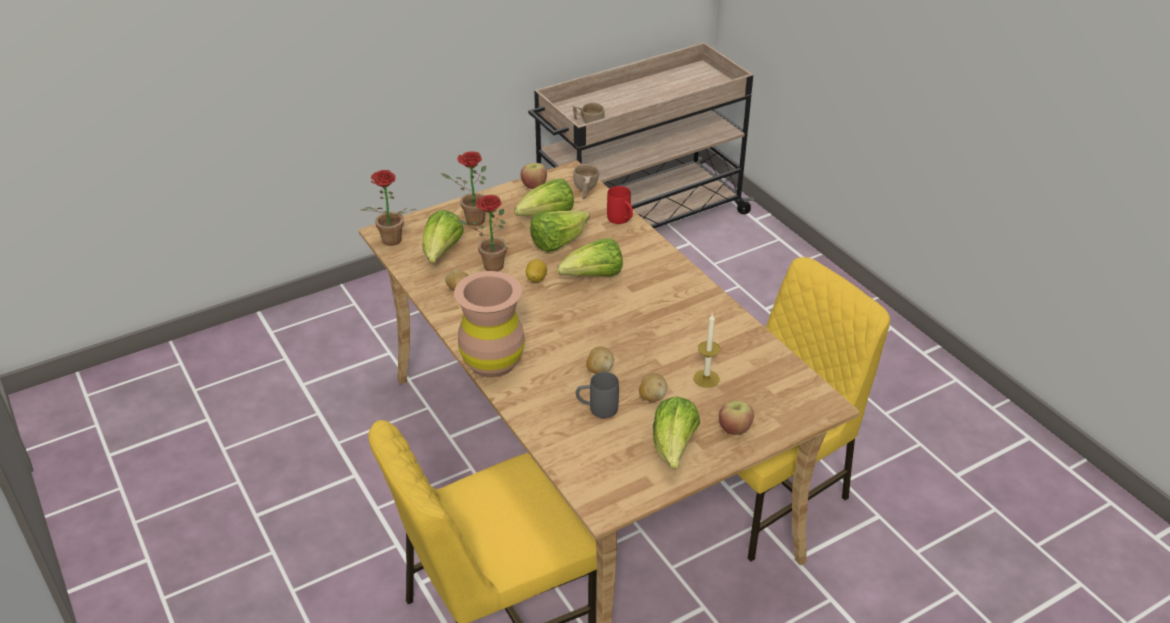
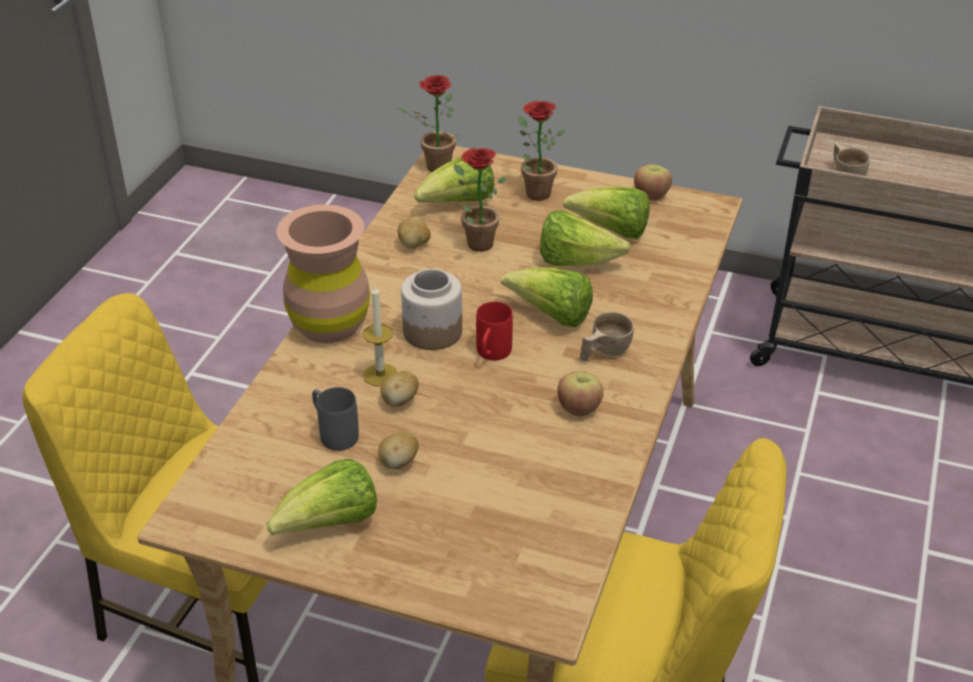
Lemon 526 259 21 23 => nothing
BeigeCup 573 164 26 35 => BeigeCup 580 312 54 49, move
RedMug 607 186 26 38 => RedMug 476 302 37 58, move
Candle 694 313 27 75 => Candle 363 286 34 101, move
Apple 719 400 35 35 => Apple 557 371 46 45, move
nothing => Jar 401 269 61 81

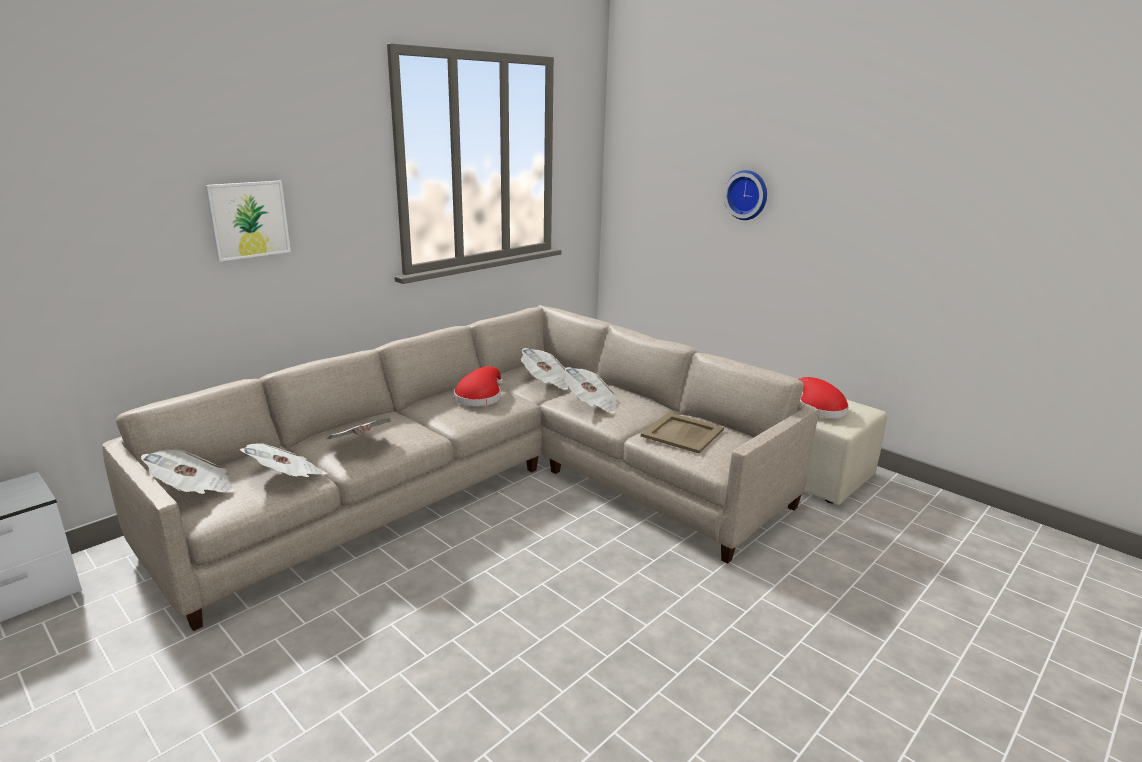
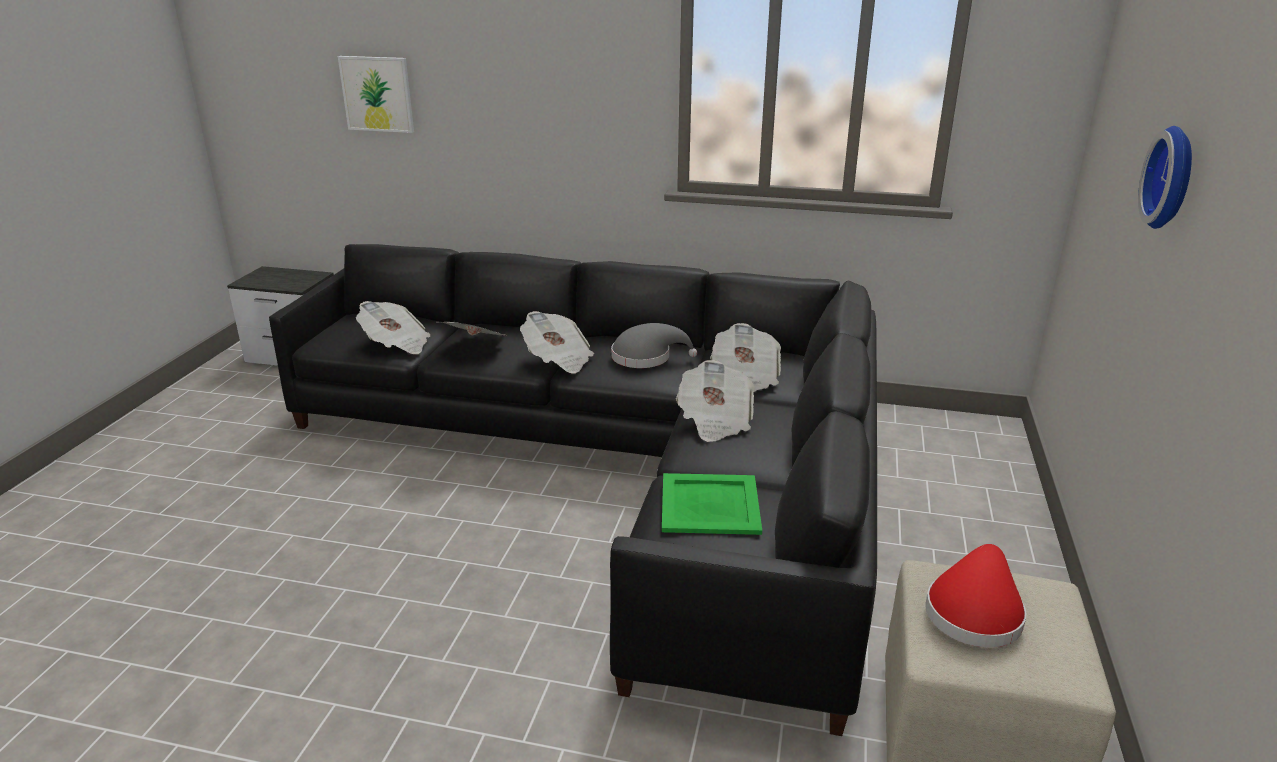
BeigeSofa 102 305 716 326 => BlackSofa 269 244 608 492
Newspaper 141 449 94 45 => Newspaper 520 311 74 63, move
Picture 205 180 86 82 => Picture 338 56 76 77, move
RedHat 454 366 49 40 => GreyHat 611 323 86 45
BeigeTray 641 412 83 42 => GreenTray 662 473 100 62

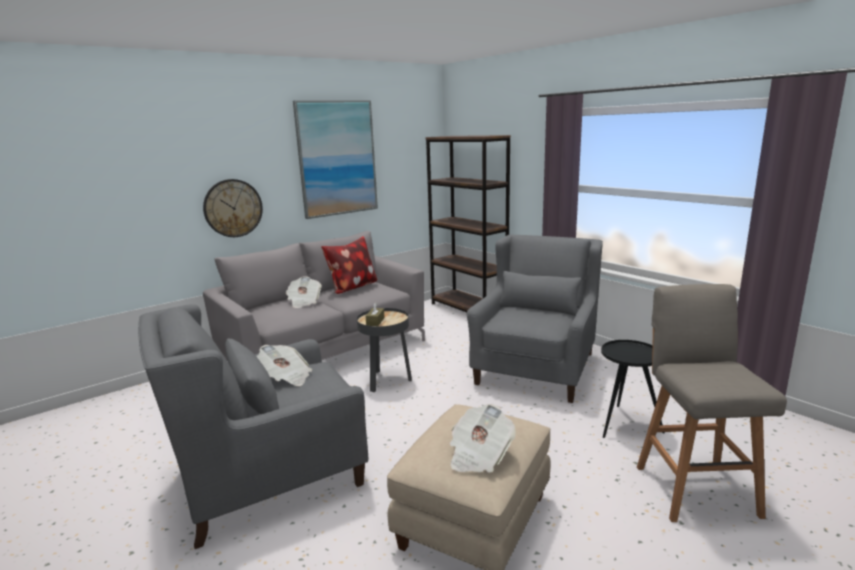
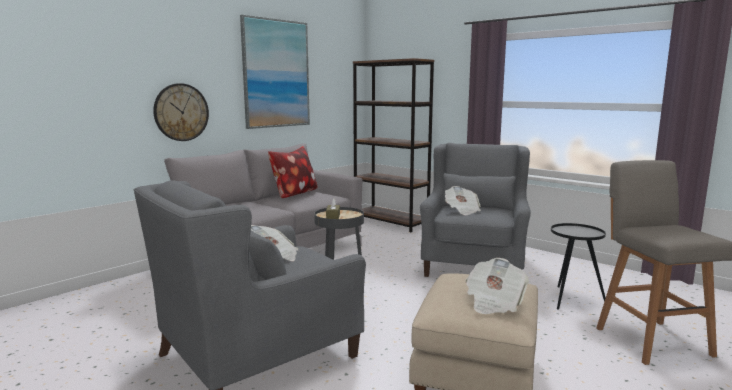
Newspaper 286 277 36 31 => Newspaper 445 186 36 29, move

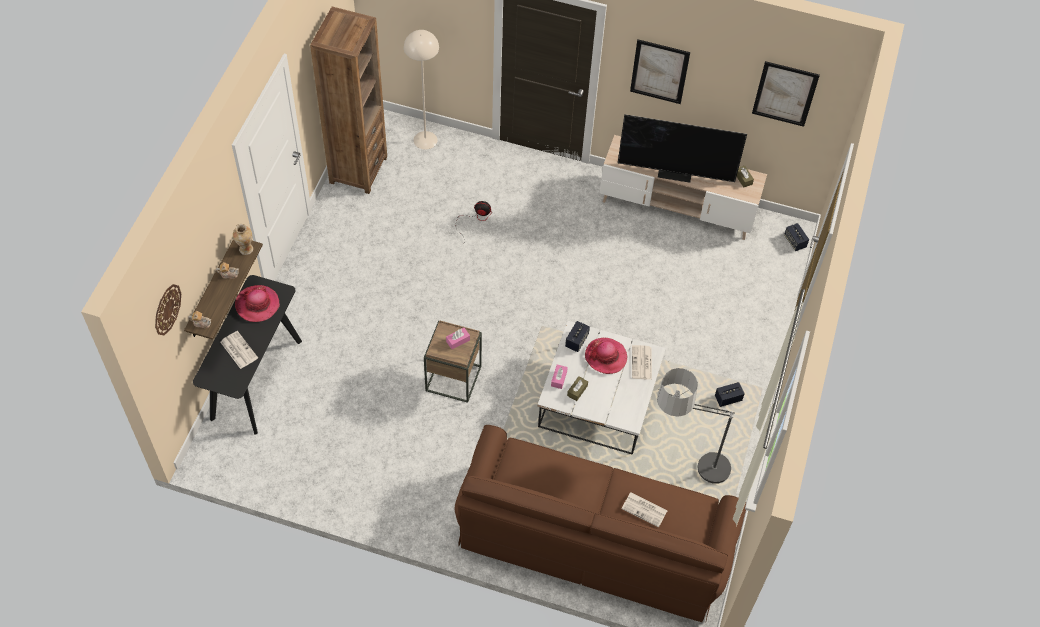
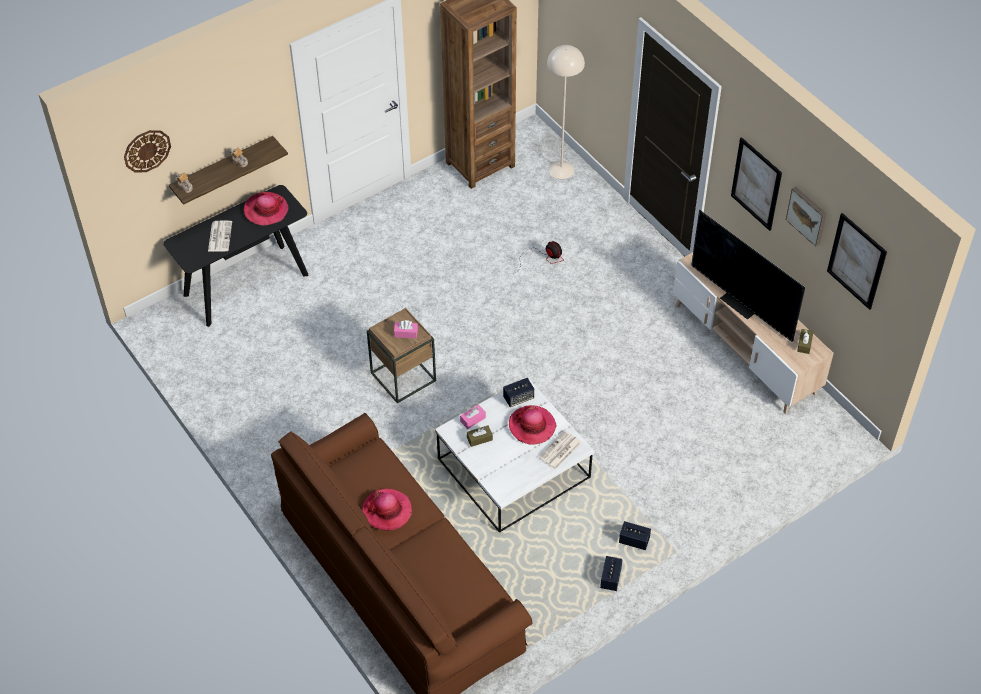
Vase 233 224 20 31 => nothing
Newspaper 622 493 46 34 => nothing
FloorLamp 657 368 78 116 => nothing
Speaker 784 223 25 28 => Speaker 600 556 23 35, move
nothing => Hat 362 488 50 43
nothing => Picture 786 187 41 60

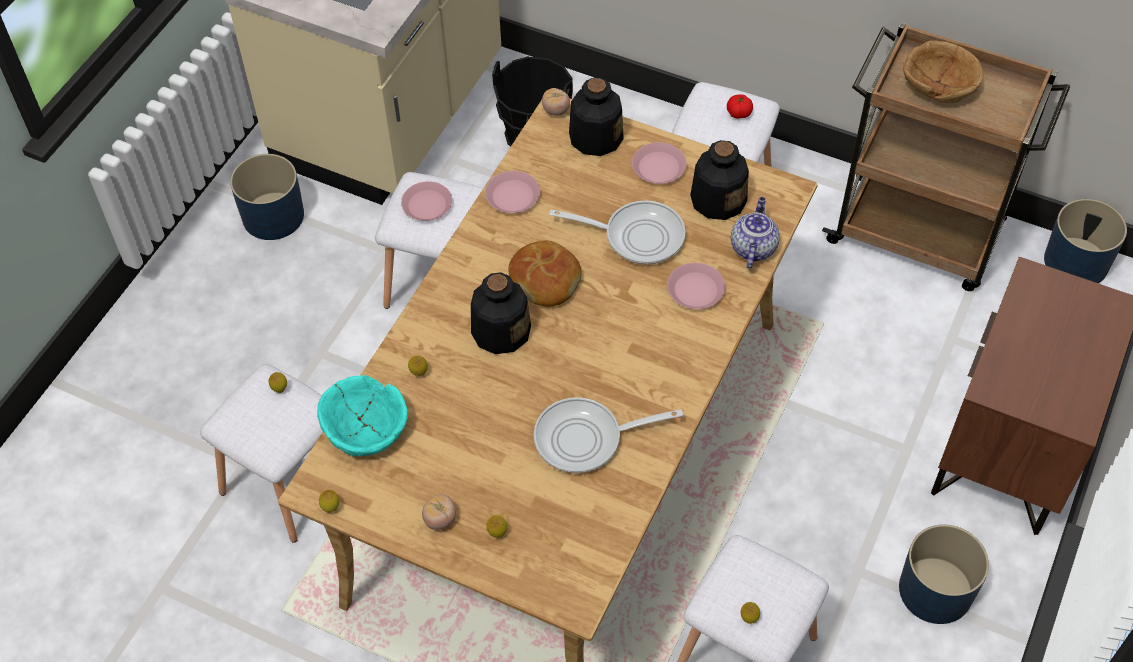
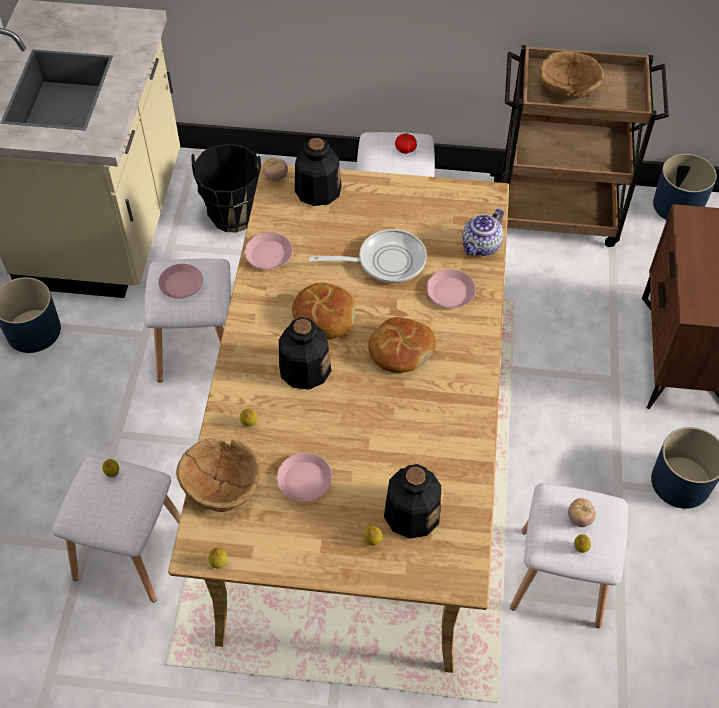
TurquoiseBowl 317 375 91 81 => BrownBowl 176 438 85 74
Tomato 422 494 34 36 => Tomato 568 498 28 29, move
FryingPan 534 397 149 76 => nothing
PinkPlate 632 142 55 42 => PinkPlate 277 453 55 49, move
Bottle 690 140 59 80 => Bottle 384 464 57 75, move
Teapot 731 197 49 71 => Teapot 462 208 42 48, 135 degrees counterclockwise
nothing => Bread 368 317 68 56

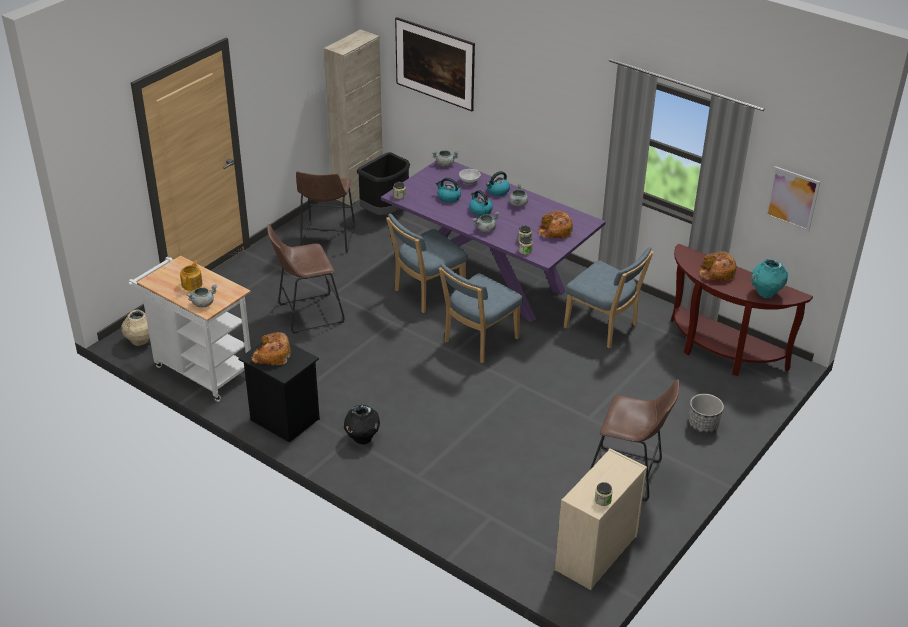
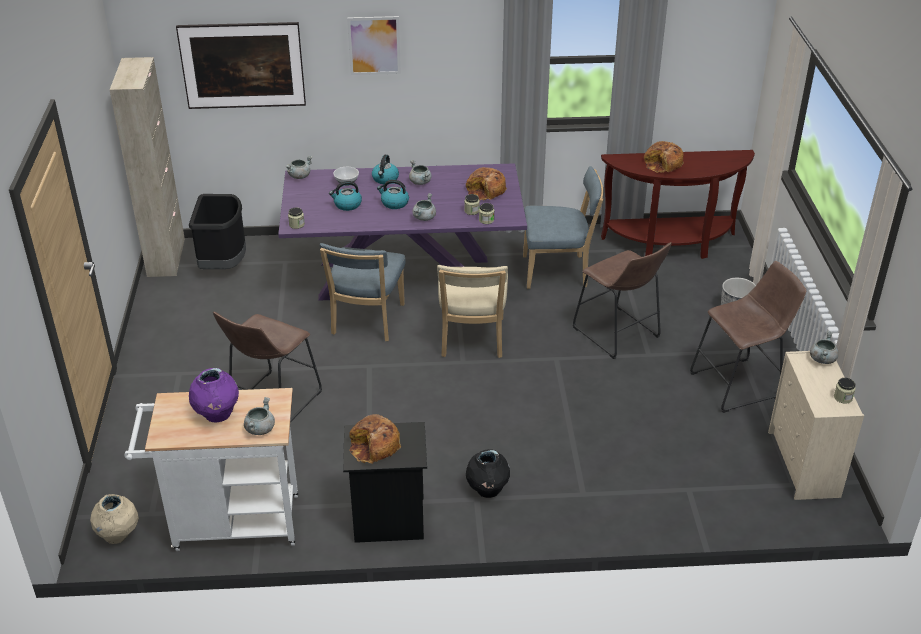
Teapot 180 261 23 30 => PurpleVase 189 368 50 54
BrownStool 296 171 59 82 => BrownStool 573 242 99 117, move
BlueChair 439 263 84 100 => BeigeChair 437 265 71 93
TurquoiseVase 751 259 37 39 => nothing
Picture 765 166 55 66 => Picture 347 16 54 59, move
nothing => GreyCookingPot 810 331 29 33

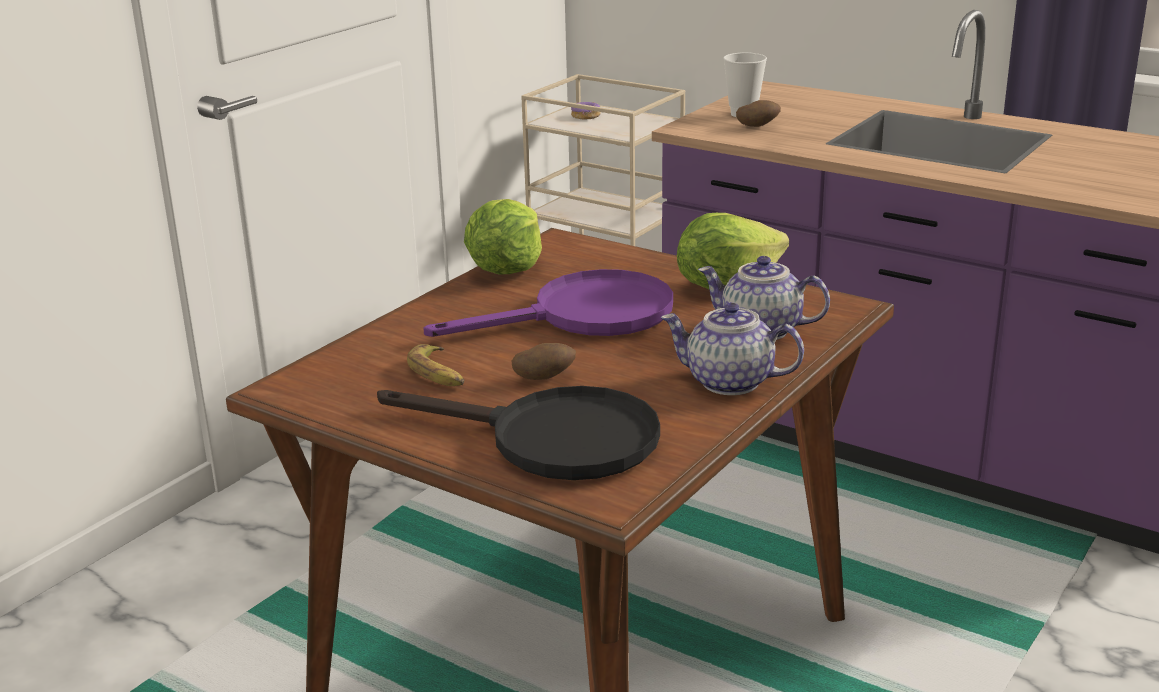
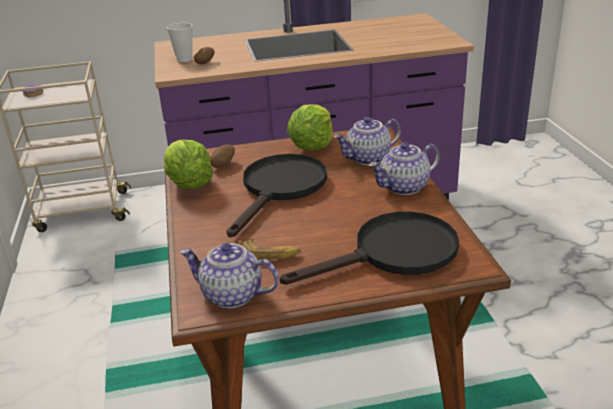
PurpleFryingPan 423 269 250 68 => BlackFryingPan 226 154 101 83
Potato 512 343 64 37 => Potato 210 144 25 24, move
nothing => Teapot 180 243 99 65

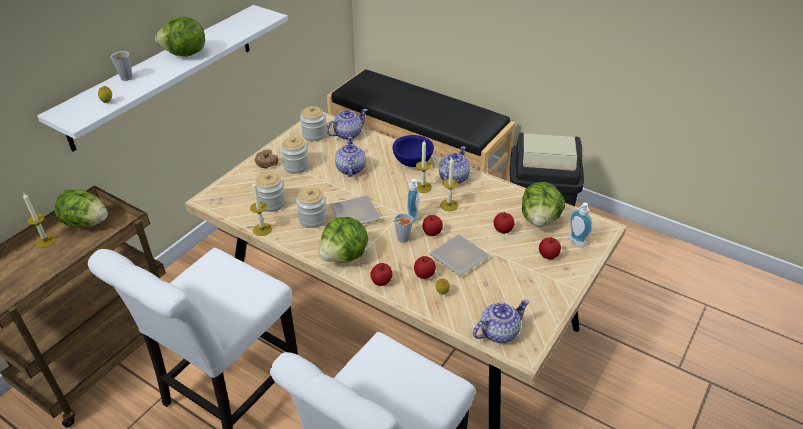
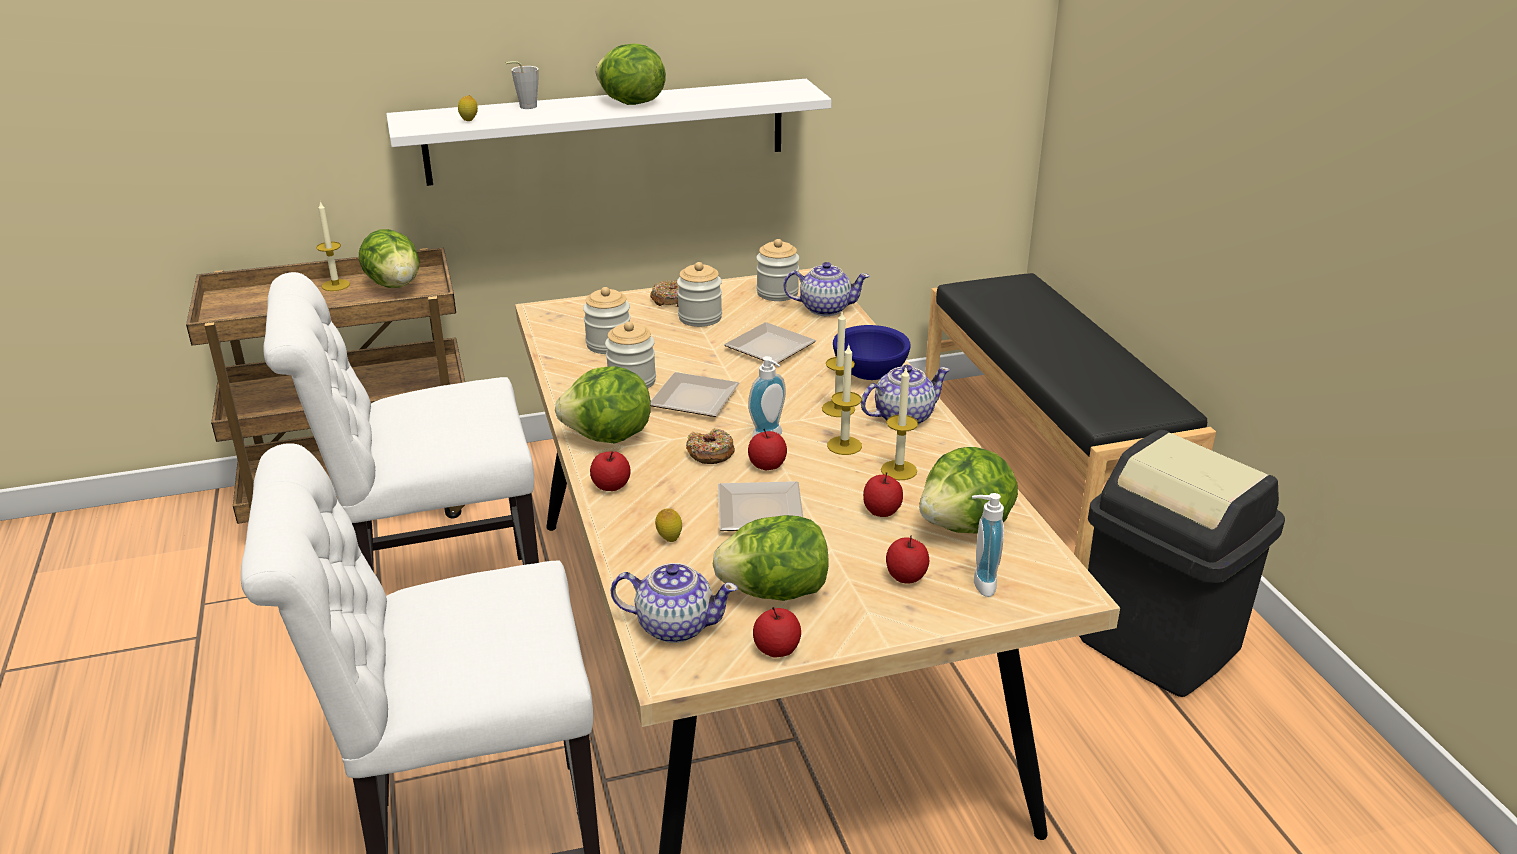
Candle 250 182 22 54 => Candle 881 368 37 112, move
Teapot 335 137 31 40 => Plate 724 322 92 43
GreyCup 392 213 21 30 => Donut 686 428 49 36
Apple 414 256 22 23 => Apple 753 607 48 51, move
nothing => Lettuce 713 515 116 86

